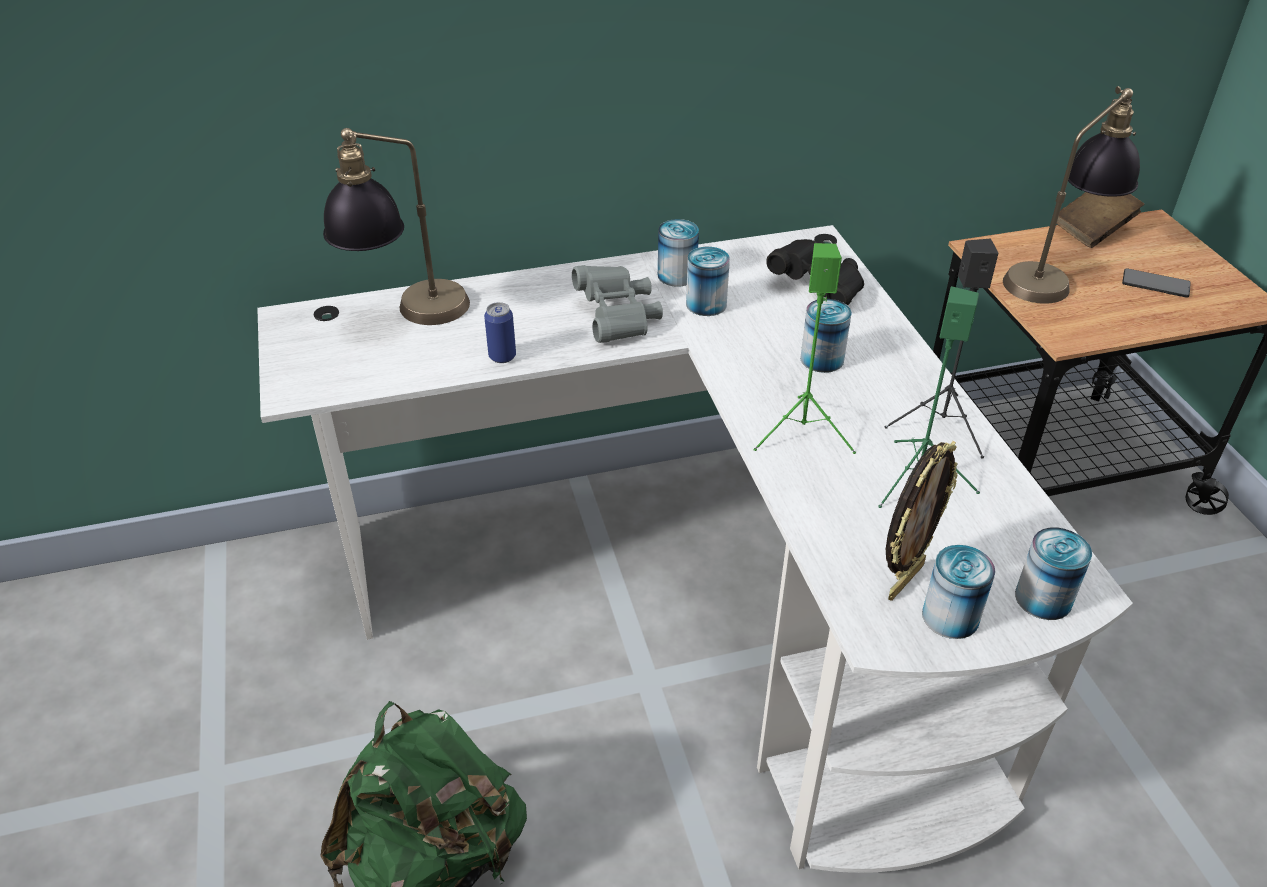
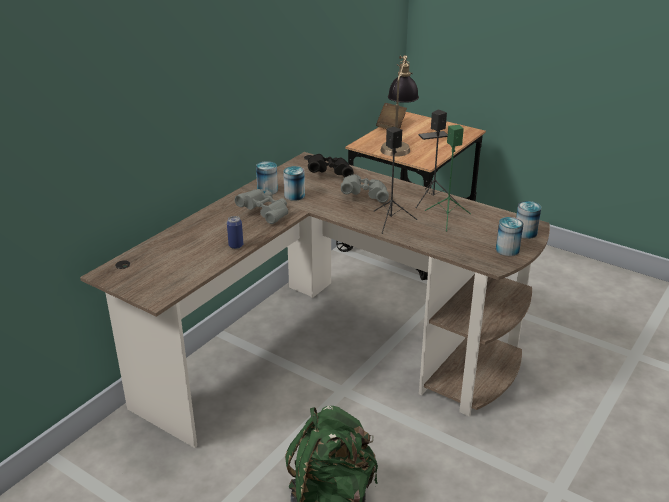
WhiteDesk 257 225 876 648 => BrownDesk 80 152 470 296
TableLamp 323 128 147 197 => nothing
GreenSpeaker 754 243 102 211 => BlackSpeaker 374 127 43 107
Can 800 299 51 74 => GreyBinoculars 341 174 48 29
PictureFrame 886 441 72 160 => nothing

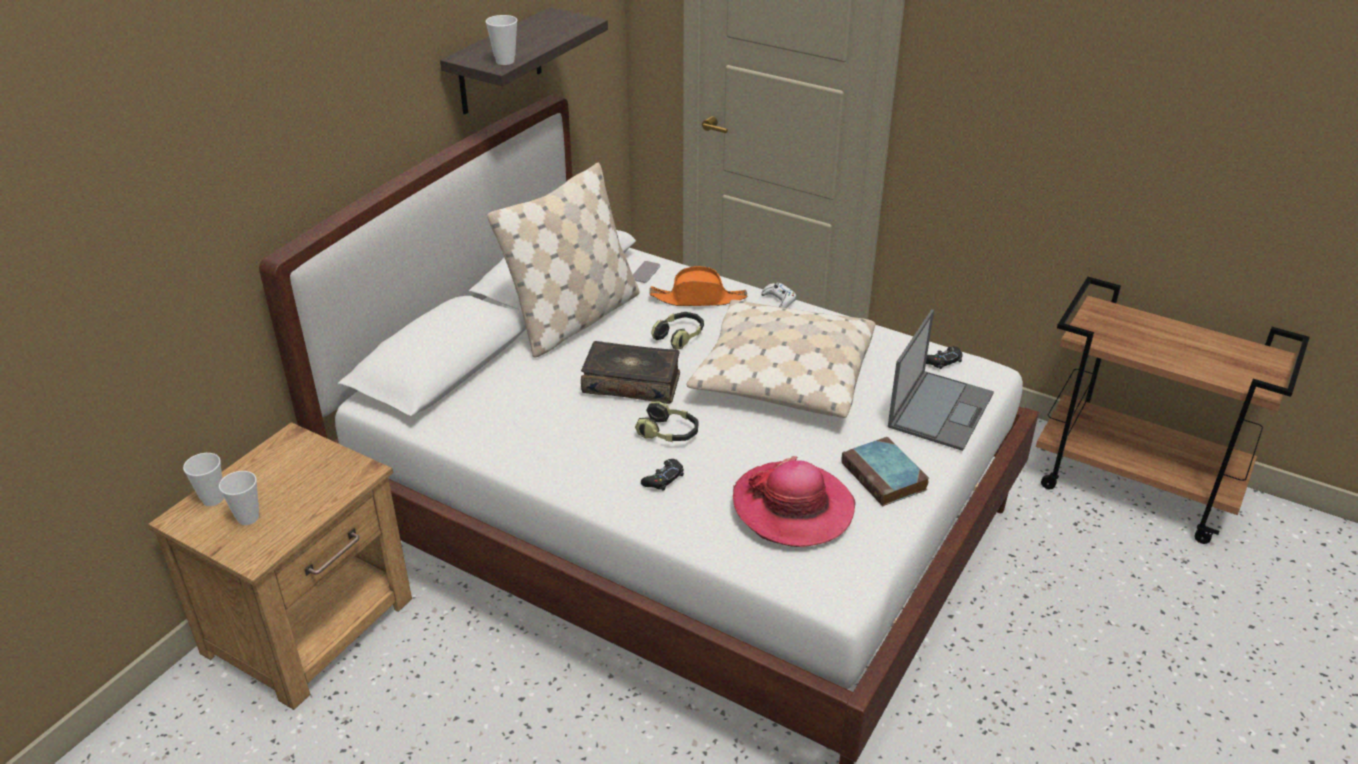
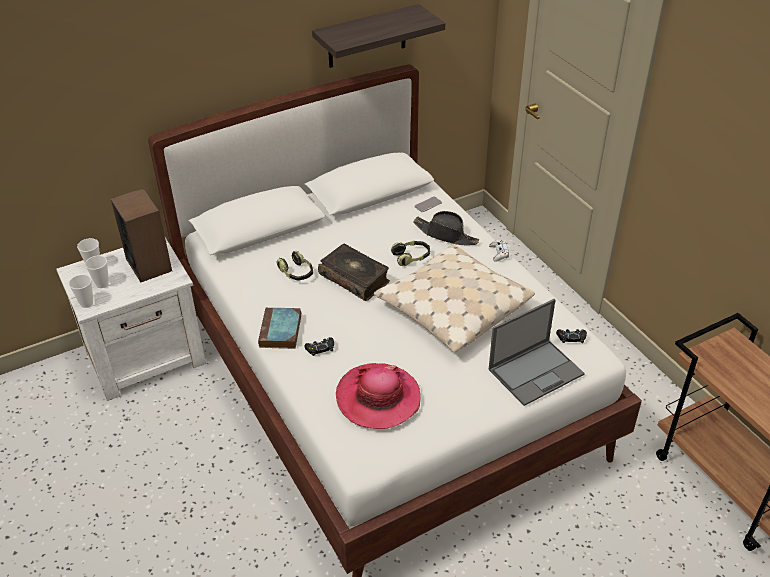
BrownNightstand 148 422 264 288 => WhiteNightstand 56 237 150 164
Cup 485 15 32 50 => Cup 69 274 24 34, move
BeigePillow 487 163 152 194 => nothing
Headphones 635 401 63 41 => Headphones 276 251 37 29, move
OrangeHat 649 266 98 40 => BlackHat 413 211 66 34
Book 841 437 88 69 => Book 258 307 43 42, move
nothing => Speaker 111 188 61 95

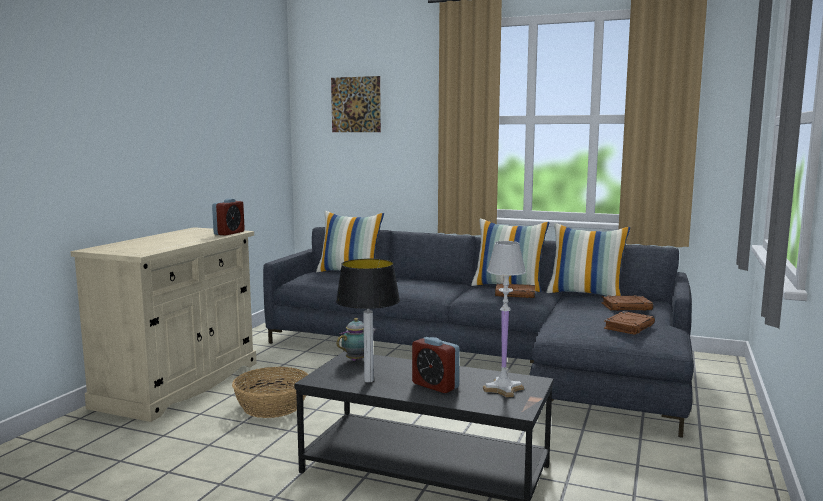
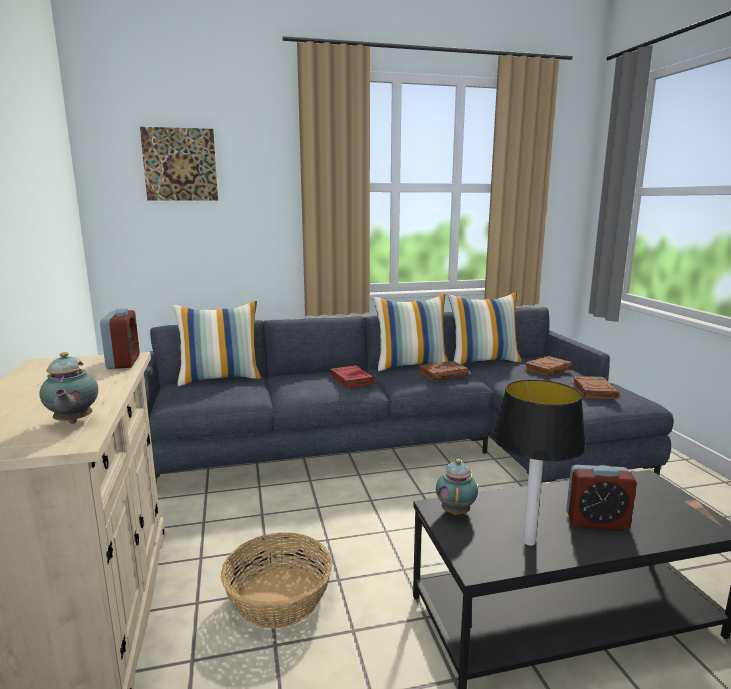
WhiteTableLamp 483 241 43 156 => nothing
nothing => Teapot 39 352 59 72
nothing => RedBook 330 365 45 23

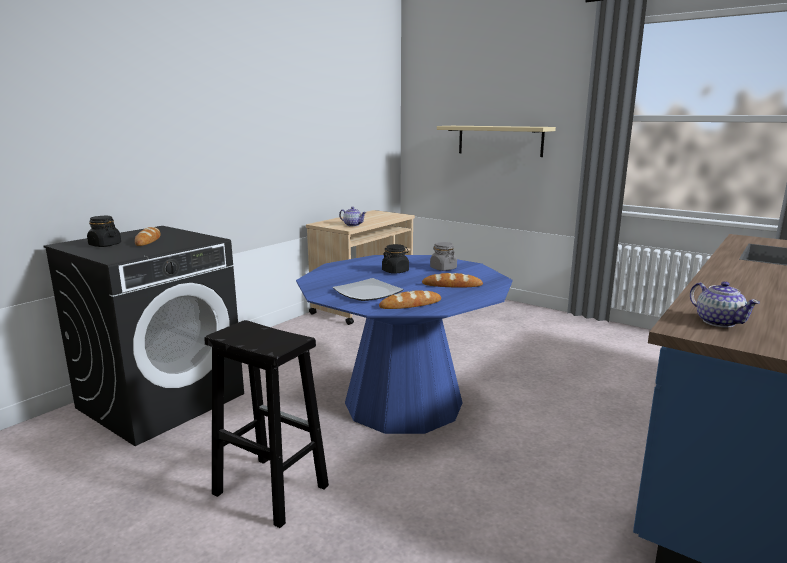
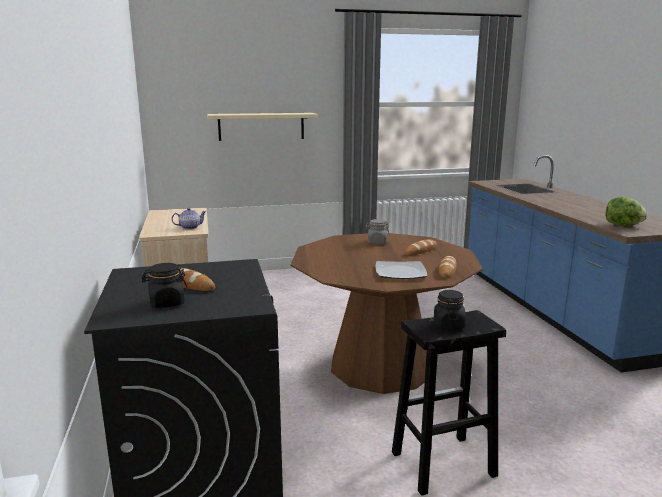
BlueDiningTable 296 255 217 179 => BrownDiningTable 291 233 192 161
BlackJar 382 244 27 30 => BlackJar 434 290 32 39, move
Teapot 690 281 70 46 => Lettuce 606 197 41 29

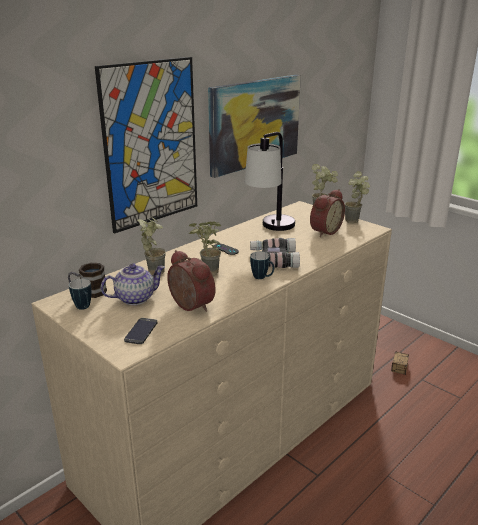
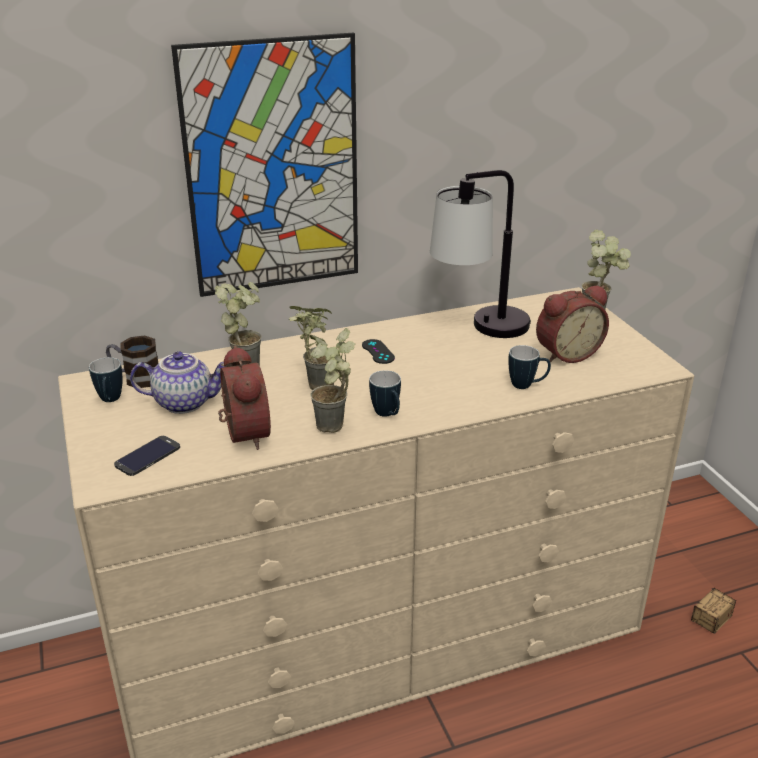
Picture 208 75 93 103 => nothing
Binoculars 250 238 50 30 => nothing
PottedPlant 345 171 25 52 => PottedPlant 310 328 46 105, move
nothing => Mug 509 345 42 44

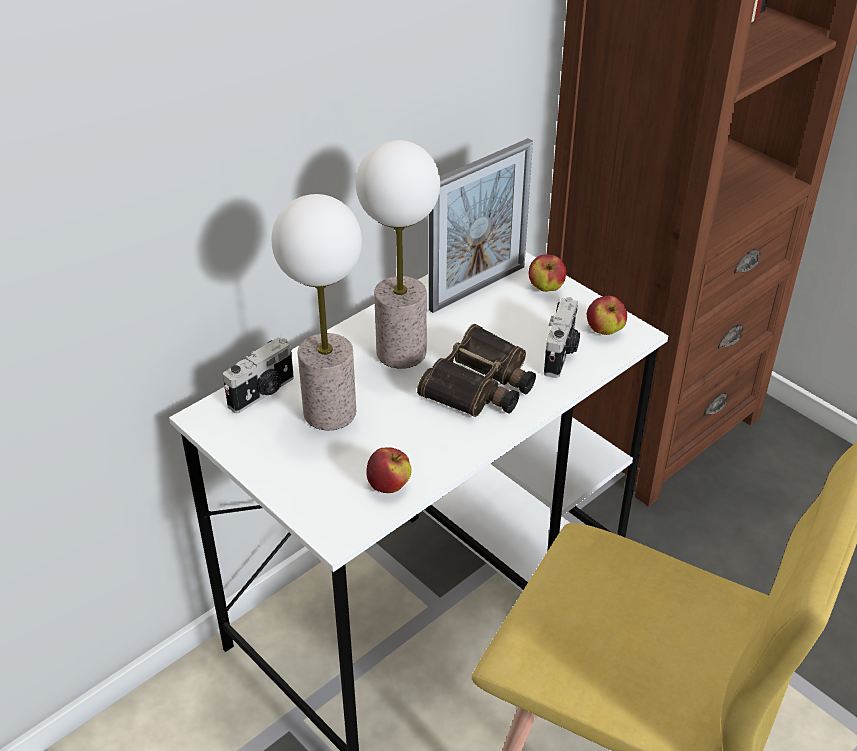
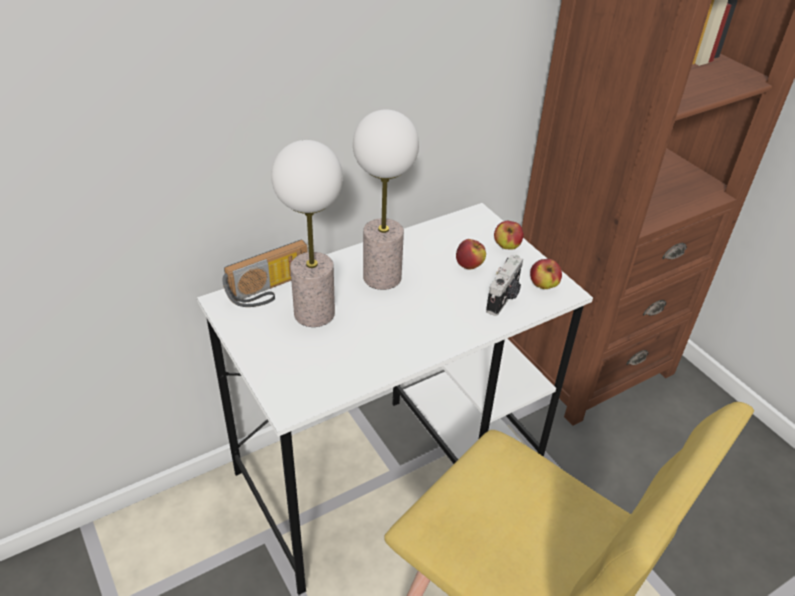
PhotoCamera 223 337 71 76 => Radio 222 239 86 68
Apple 366 447 46 46 => Apple 456 239 30 31, move
Binoculars 417 324 119 93 => nothing
PictureFrame 429 138 104 175 => nothing

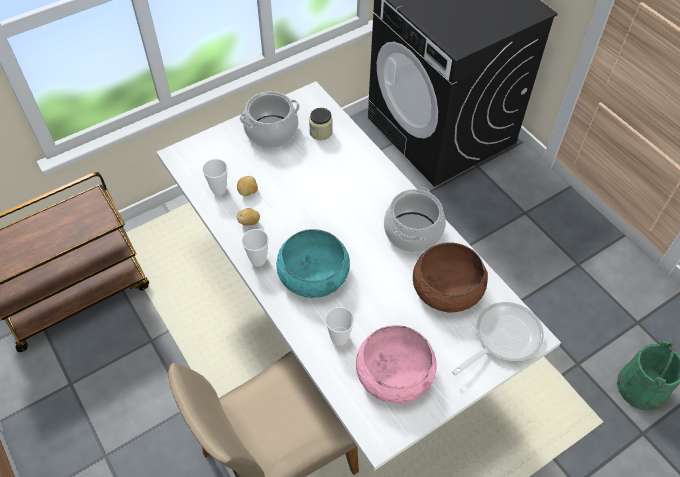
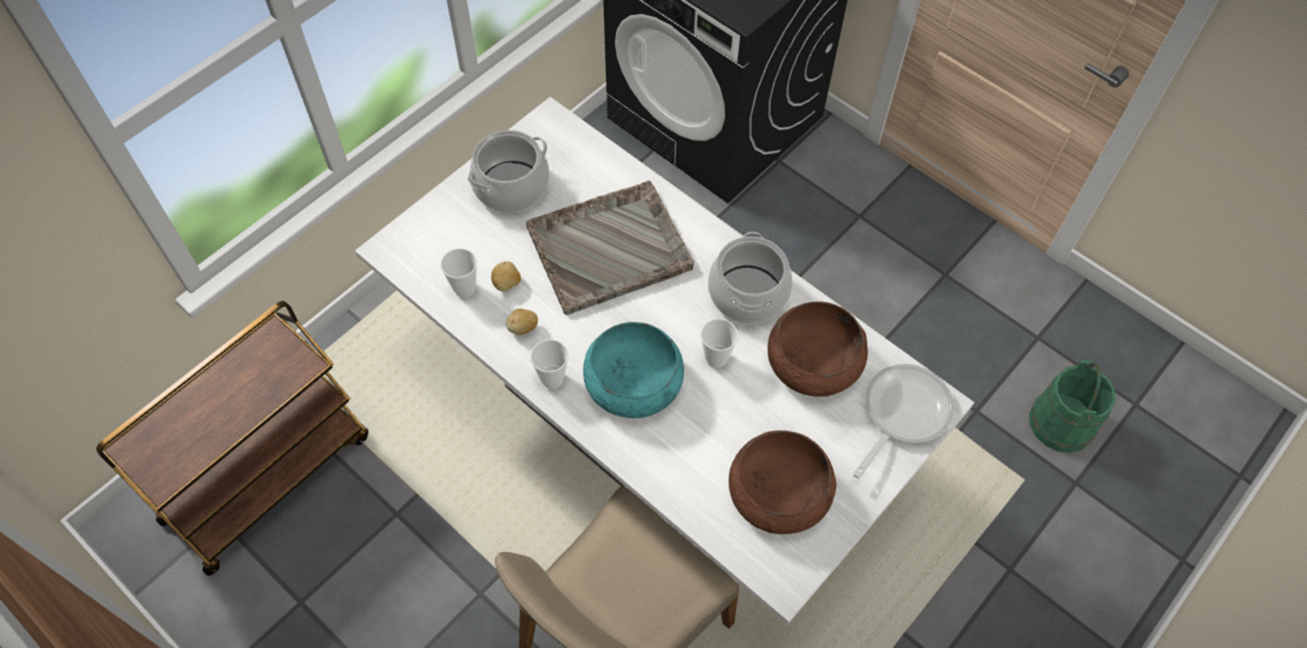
Jar 309 108 24 32 => nothing
Cup 325 307 29 38 => Cup 701 319 37 49, move
PinkBowl 356 325 81 79 => BrownBowl 729 430 108 104
nothing => GreyTray 526 181 168 134

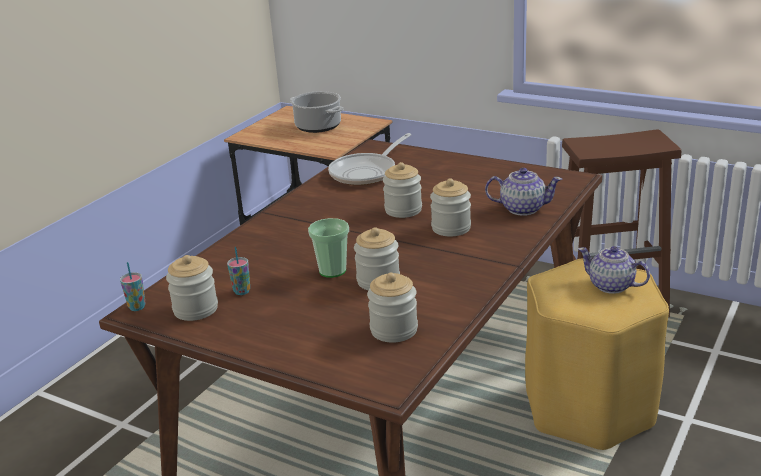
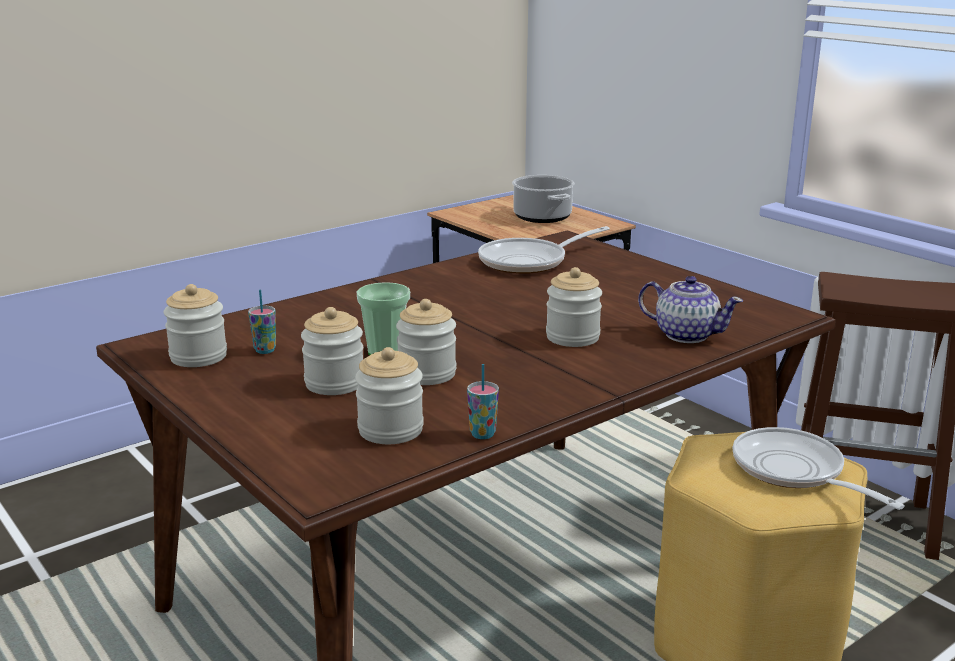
Cup 120 262 26 49 => Cup 467 364 32 75, move
Jar 383 162 39 56 => Jar 301 307 62 88, move
Teapot 578 246 72 48 => FryingPan 733 427 172 83

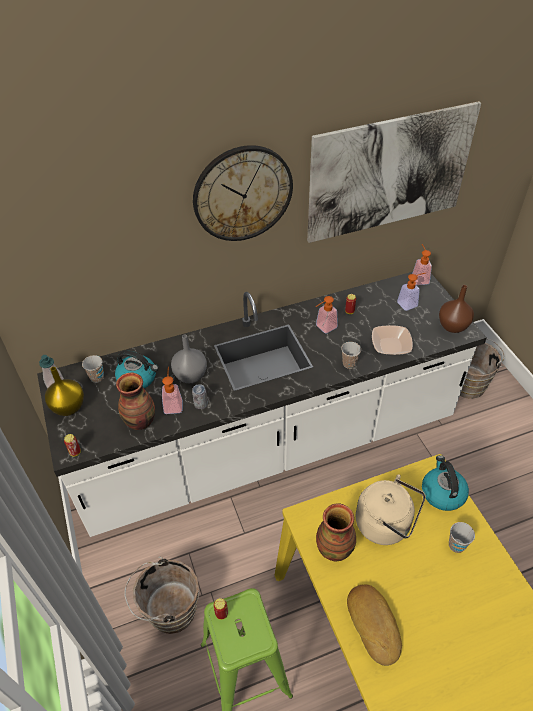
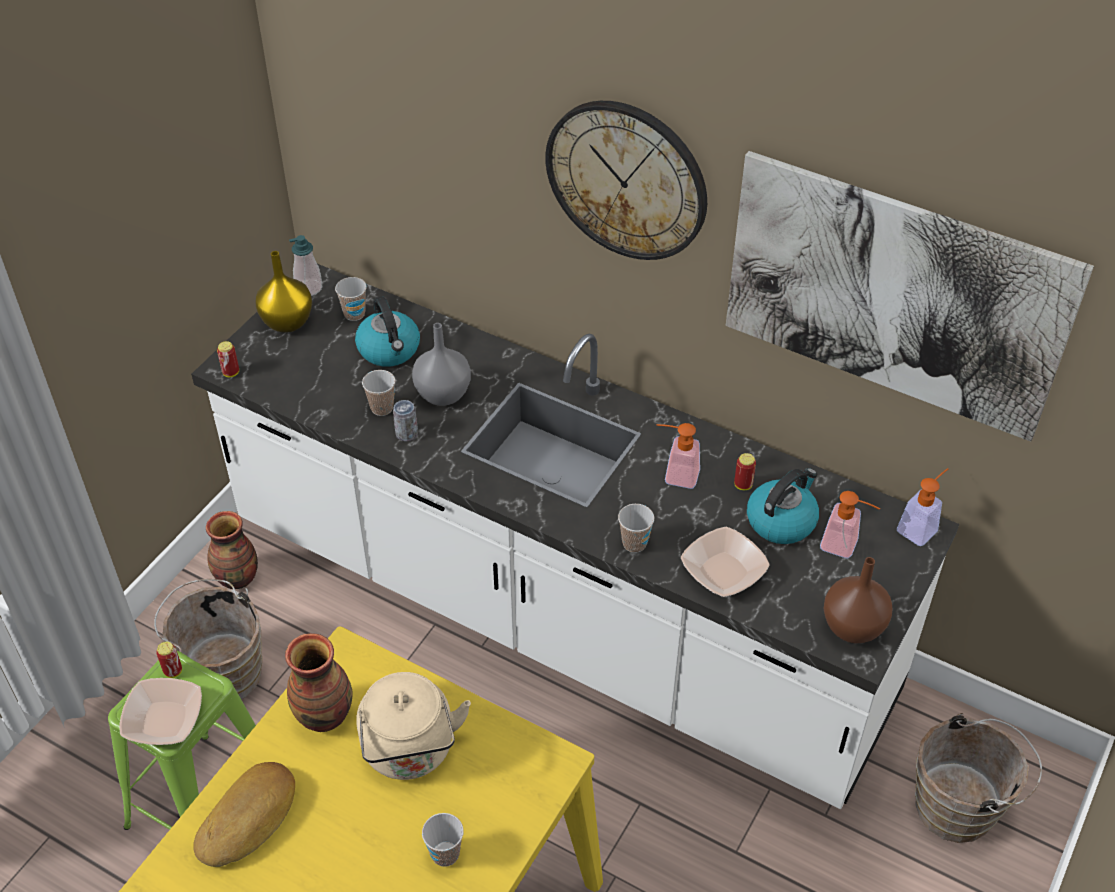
Vase 116 373 39 57 => Vase 206 511 52 78, move
SoapDispenser 162 367 20 47 => Cup 362 370 33 46
Kettle 422 455 47 56 => Kettle 747 468 72 76, move
nothing => Bowl 119 678 83 67

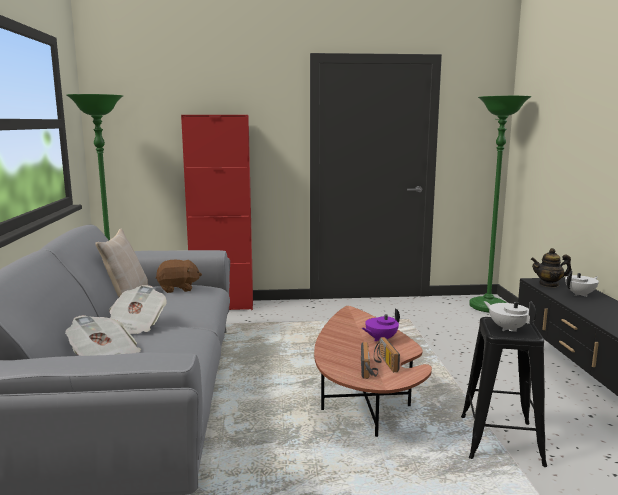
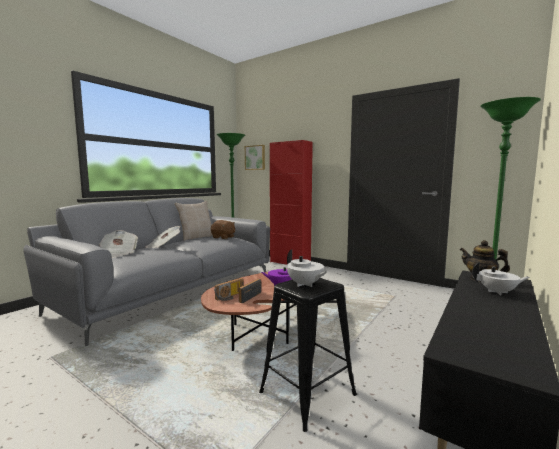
WhiteTeapot 484 301 52 31 => WhiteTeapot 287 249 40 38, 135 degrees clockwise
nothing => Picture 245 145 20 25

